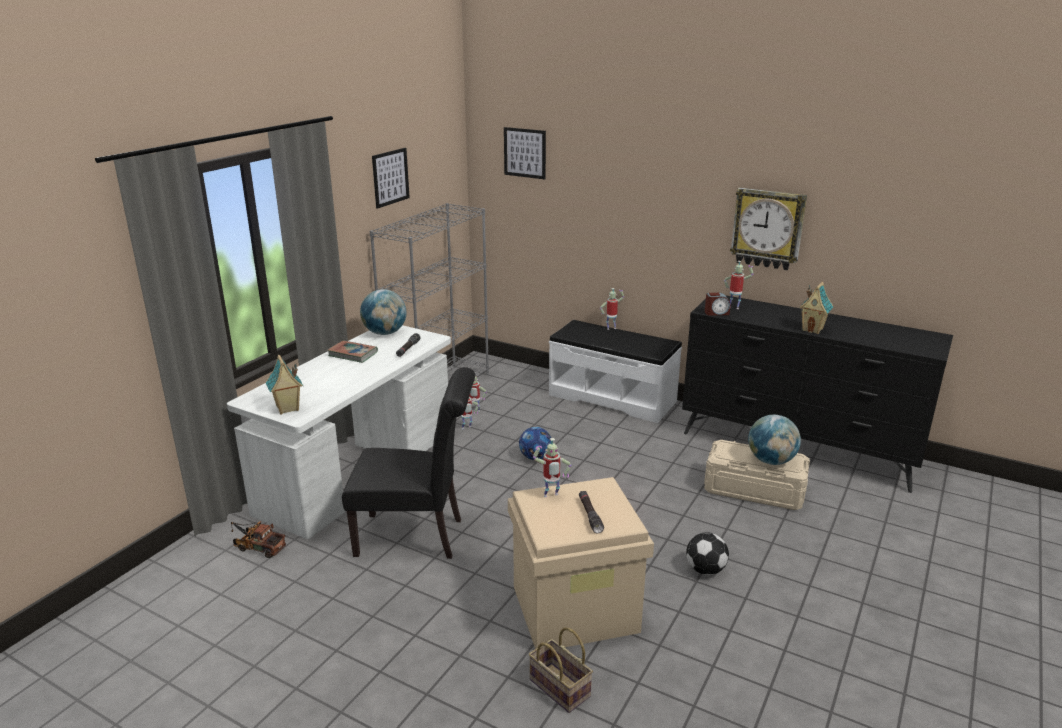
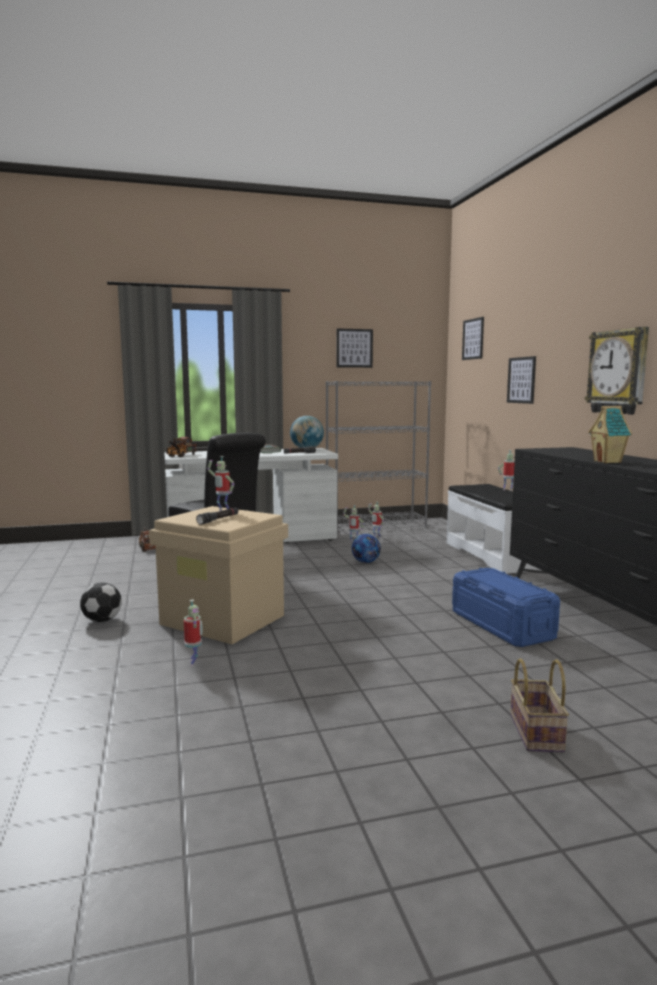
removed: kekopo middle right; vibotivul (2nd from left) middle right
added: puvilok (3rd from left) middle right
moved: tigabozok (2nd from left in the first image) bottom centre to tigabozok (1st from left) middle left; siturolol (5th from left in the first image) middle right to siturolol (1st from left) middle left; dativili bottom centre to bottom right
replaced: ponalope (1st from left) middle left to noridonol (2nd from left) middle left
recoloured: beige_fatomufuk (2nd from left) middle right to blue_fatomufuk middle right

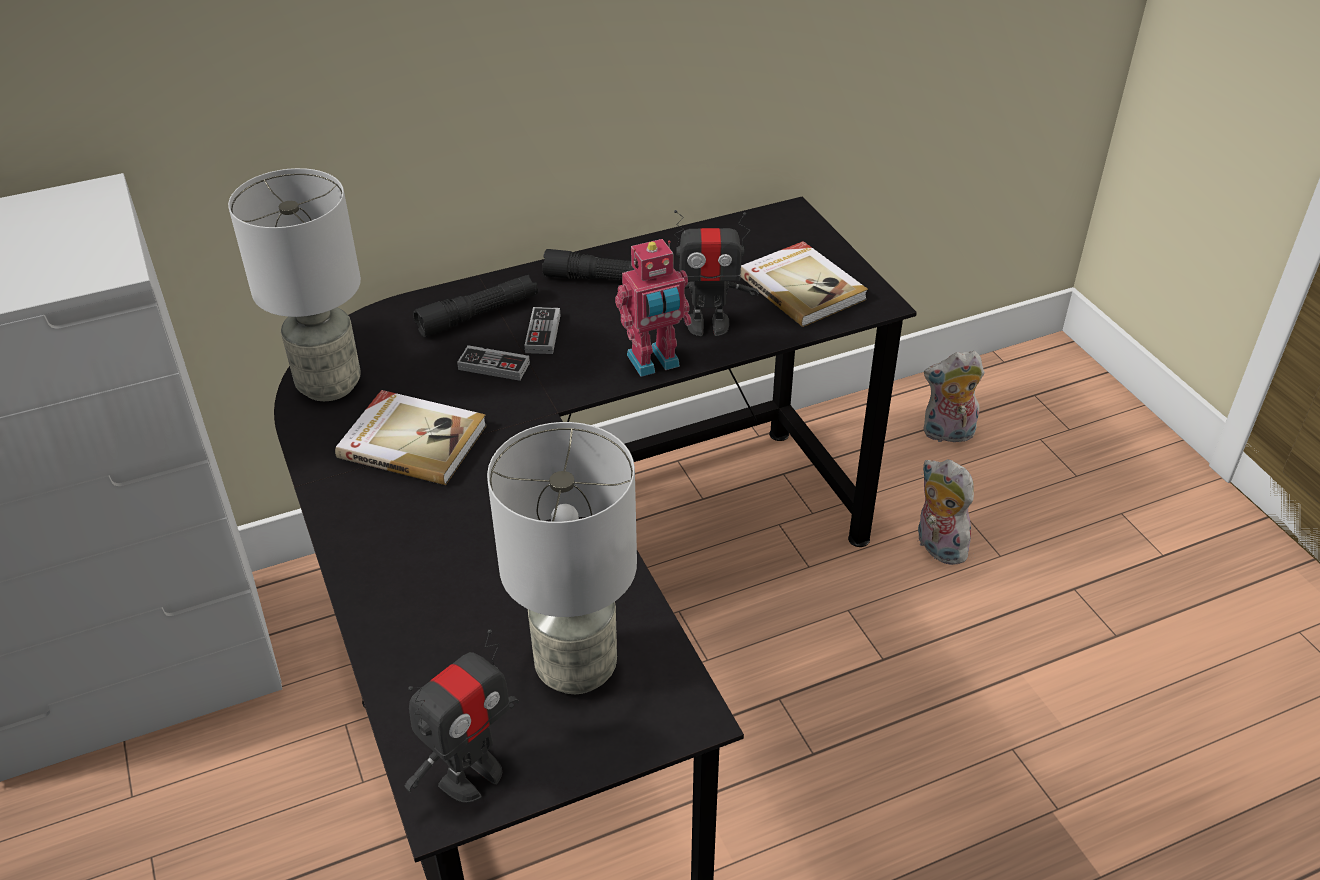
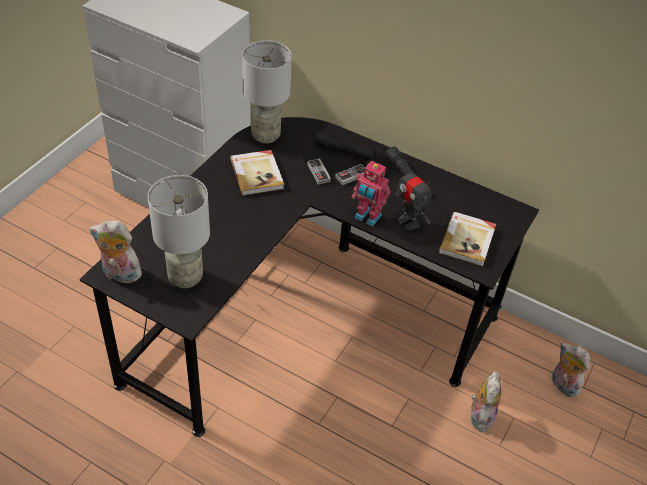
replaced: siturolol (1st from left) bottom centre to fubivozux (1st from left) middle left

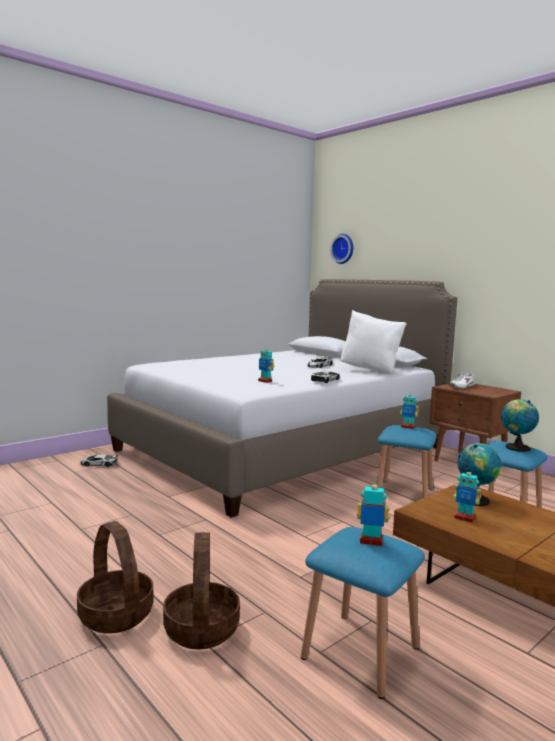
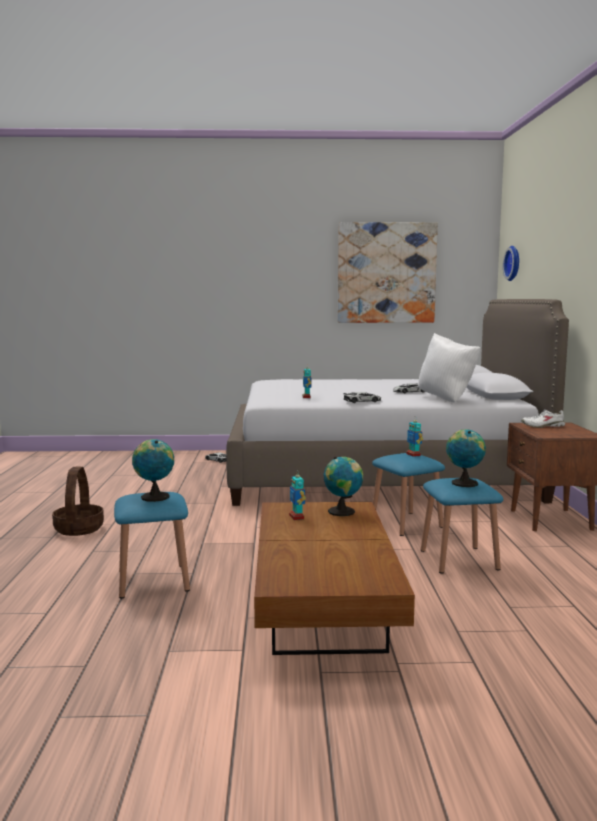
removed: dativili (2nd from left) bottom centre
added: puvilok top centre
replaced: siturolol (2nd from left) bottom right to vibotivul (1st from left) middle left

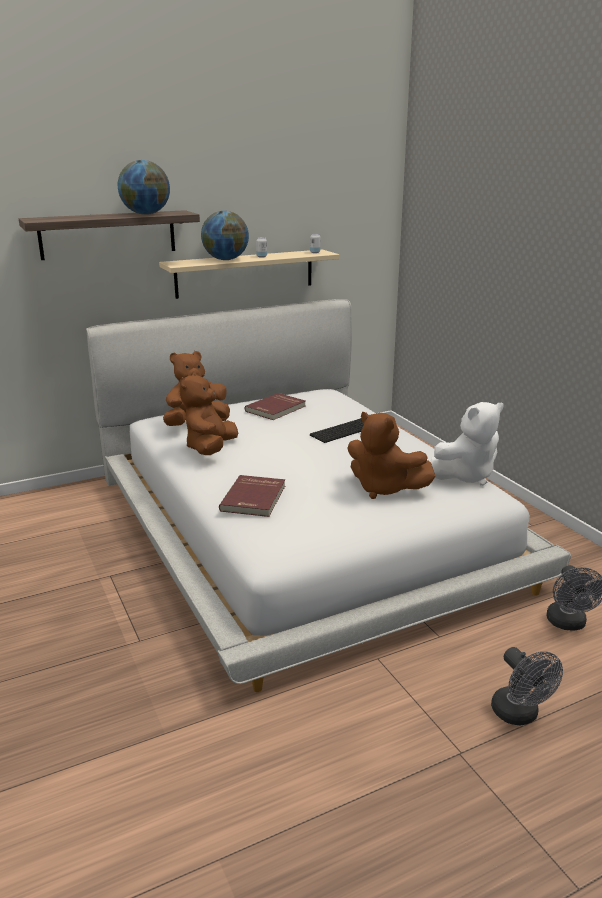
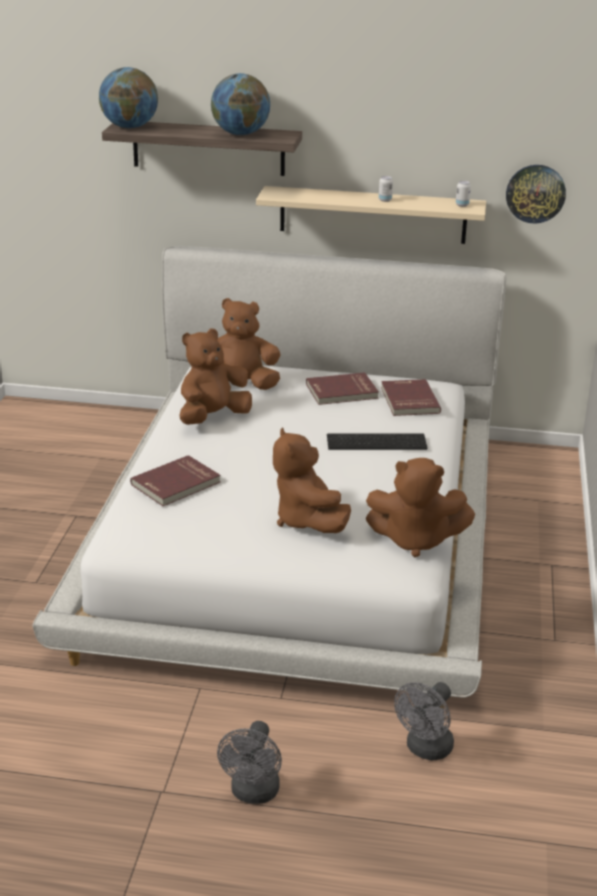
added: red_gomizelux (3rd from left) middle right; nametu top right
moved: vibotivul (2nd from left in the first image) top centre to vibotivul (1st from left) top left
recoloured: white_fubivozux middle right to brown_fubivozux (4th from left) middle right

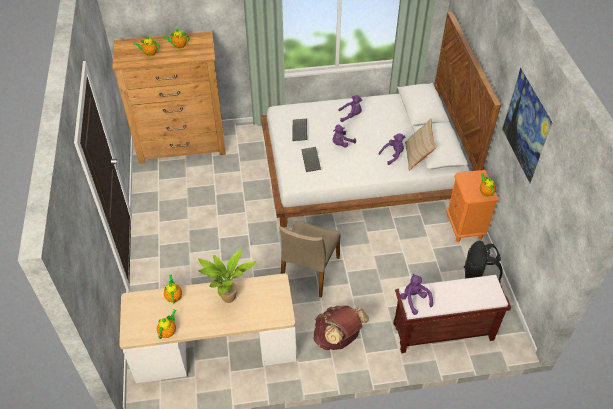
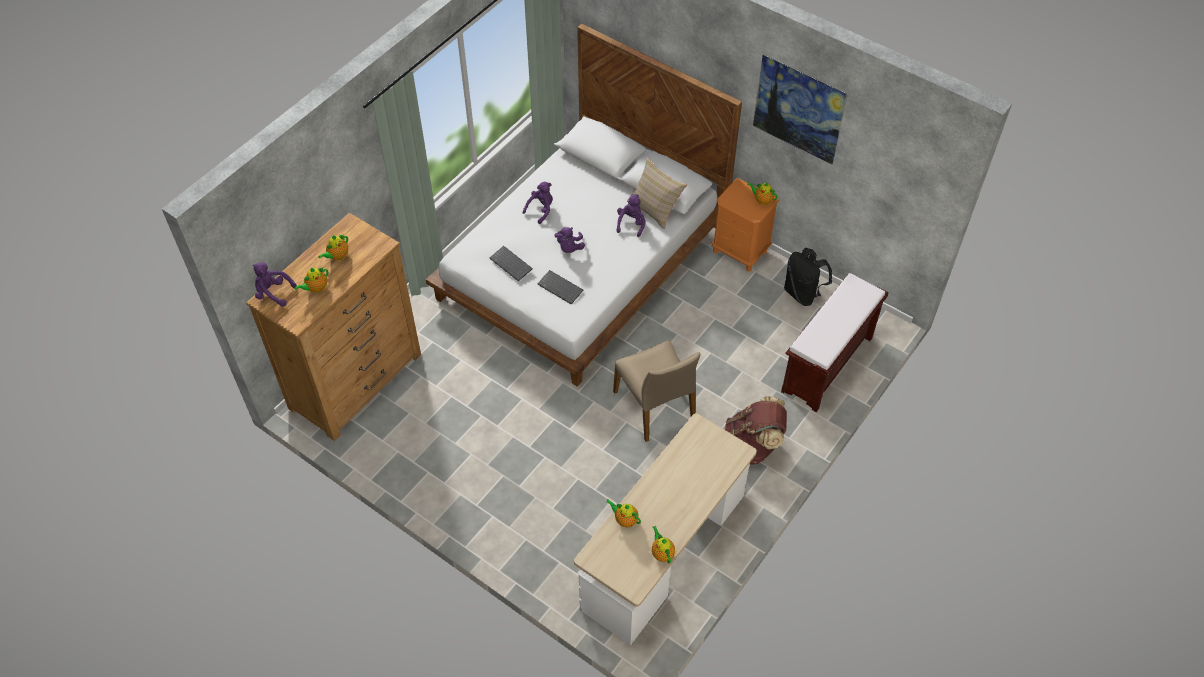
removed: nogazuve bottom centre
moved: purple_fubivozux (4th from left in the first image) bottom right to purple_fubivozux (1st from left) middle left

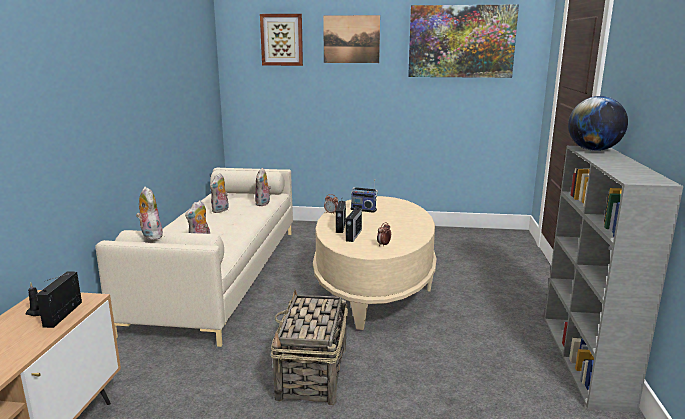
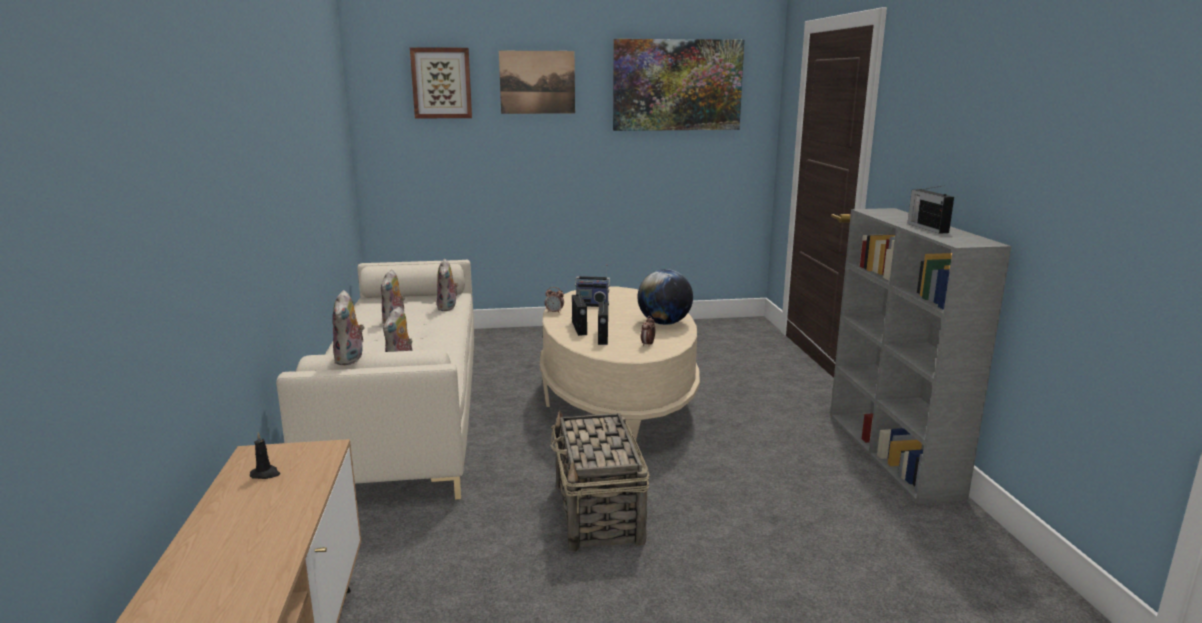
moved: vibotivul top right to centre; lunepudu (1st from left in the first image) bottom left to lunepudu (4th from left) middle right
turned: fubivozux (1st from left) middle left = middle left 135 degrees counterclockwise

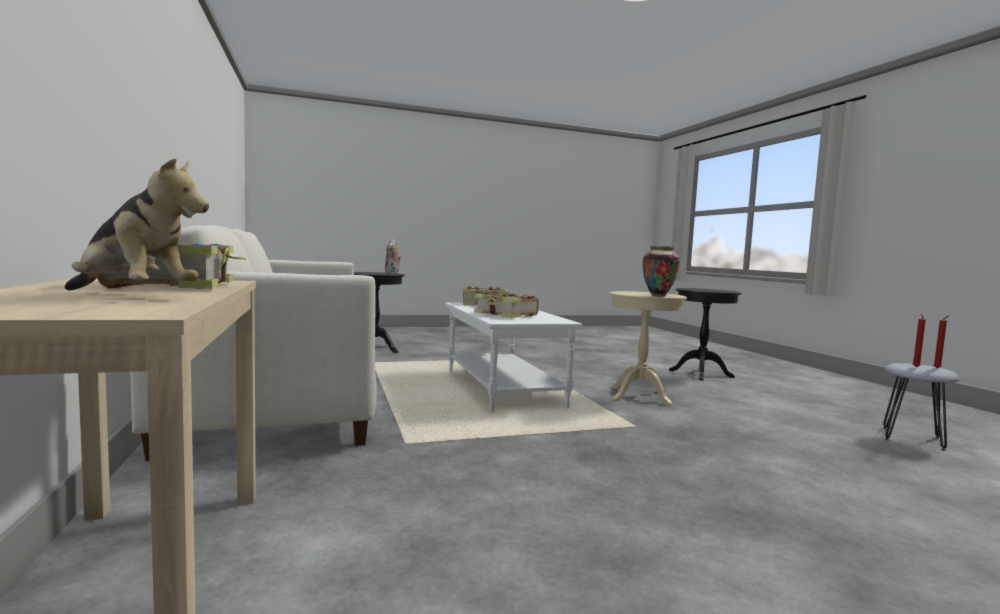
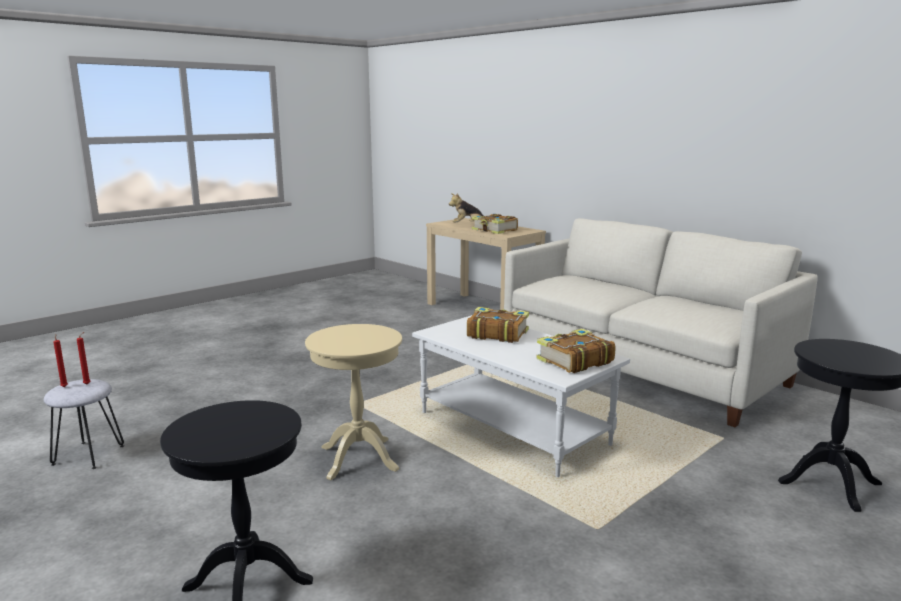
removed: fubivozux (2nd from left) centre; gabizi centre

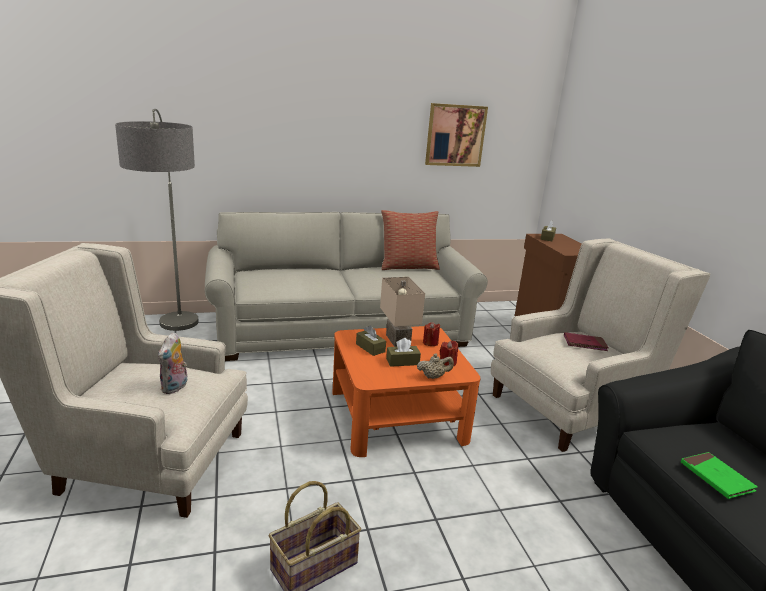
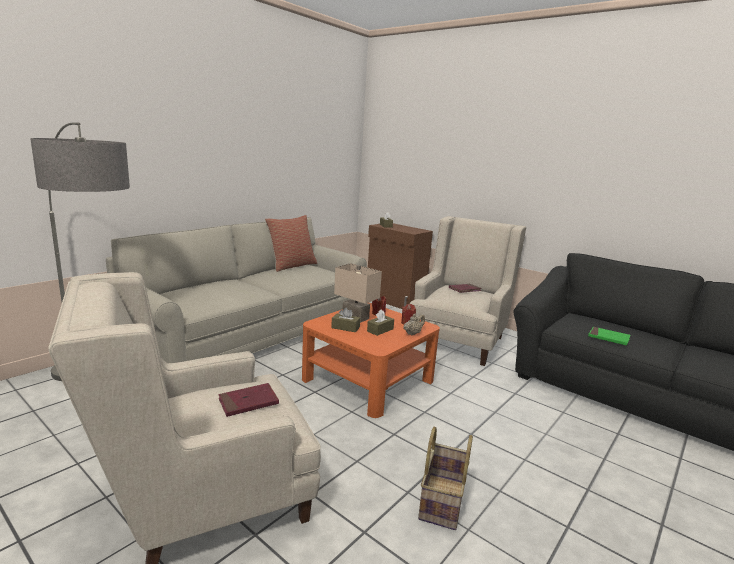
removed: puvilok top centre
replaced: fubivozux middle left to red_gomizelux (1st from left) bottom centre

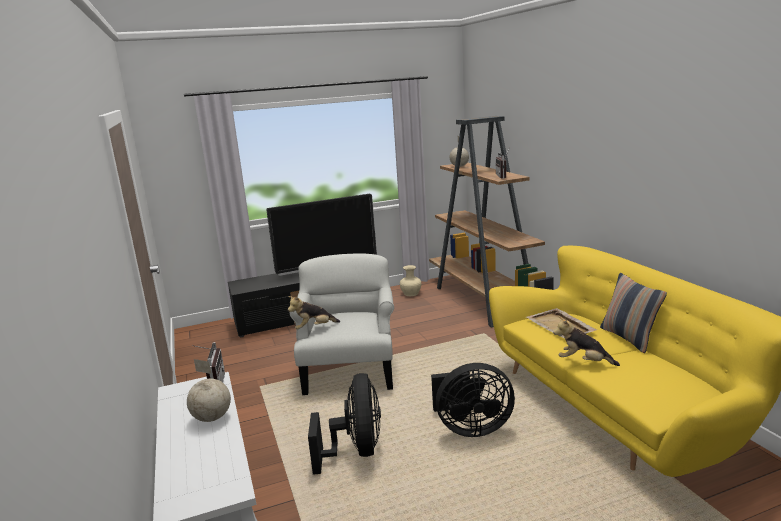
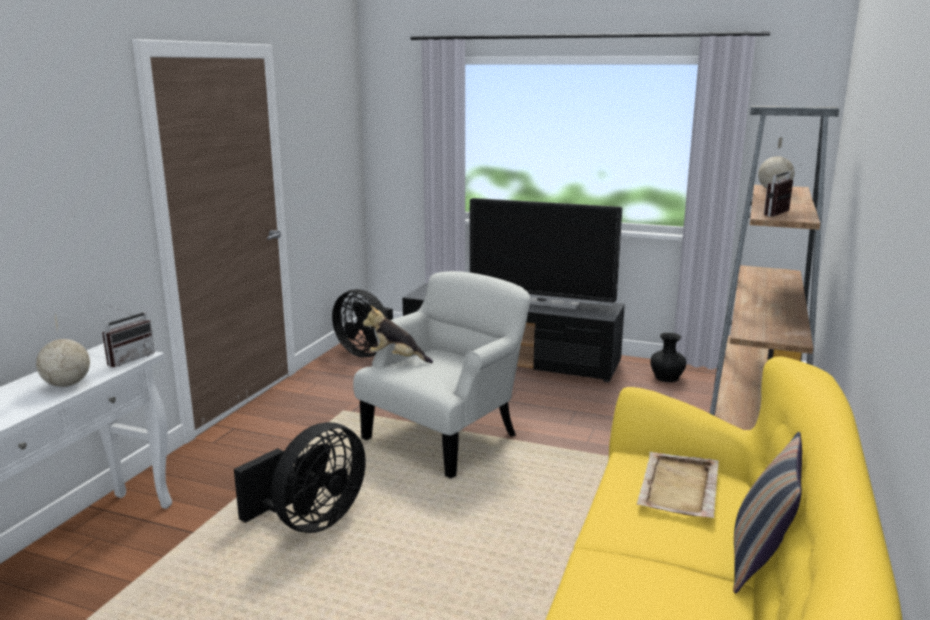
removed: fubivozux (2nd from left) middle right
moved: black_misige (2nd from left) bottom centre to centre
recoloured: beige_gabizi centre to black_gabizi middle right

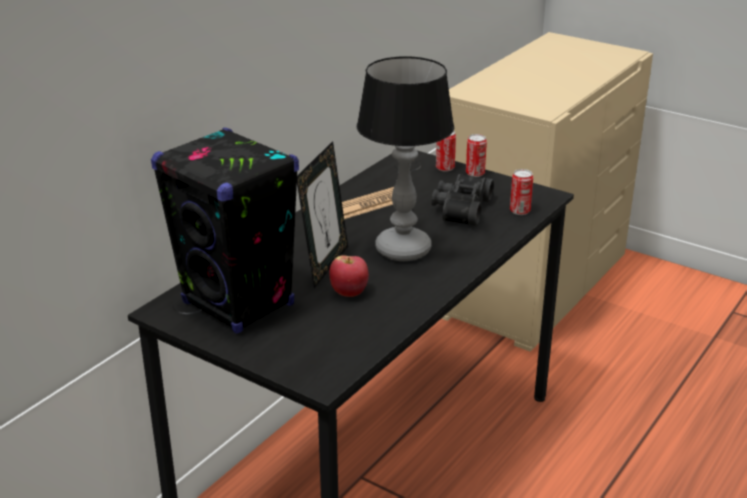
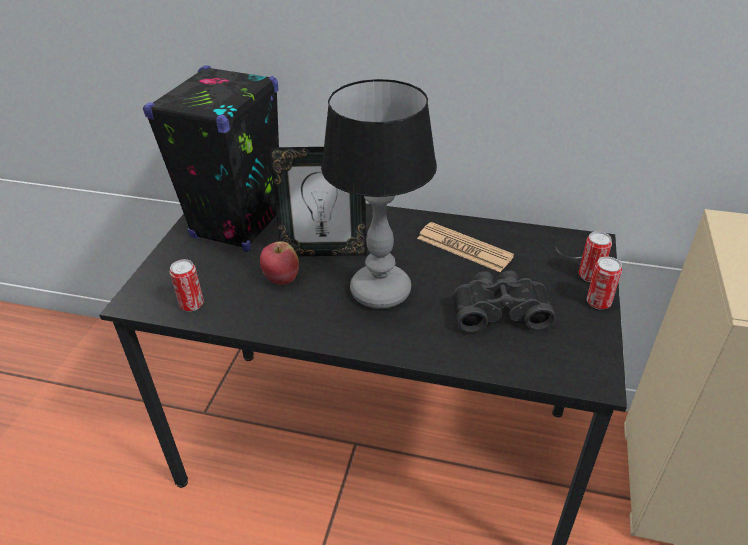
moved: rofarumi (3rd from left in the first image) middle right to rofarumi (1st from left) middle left

